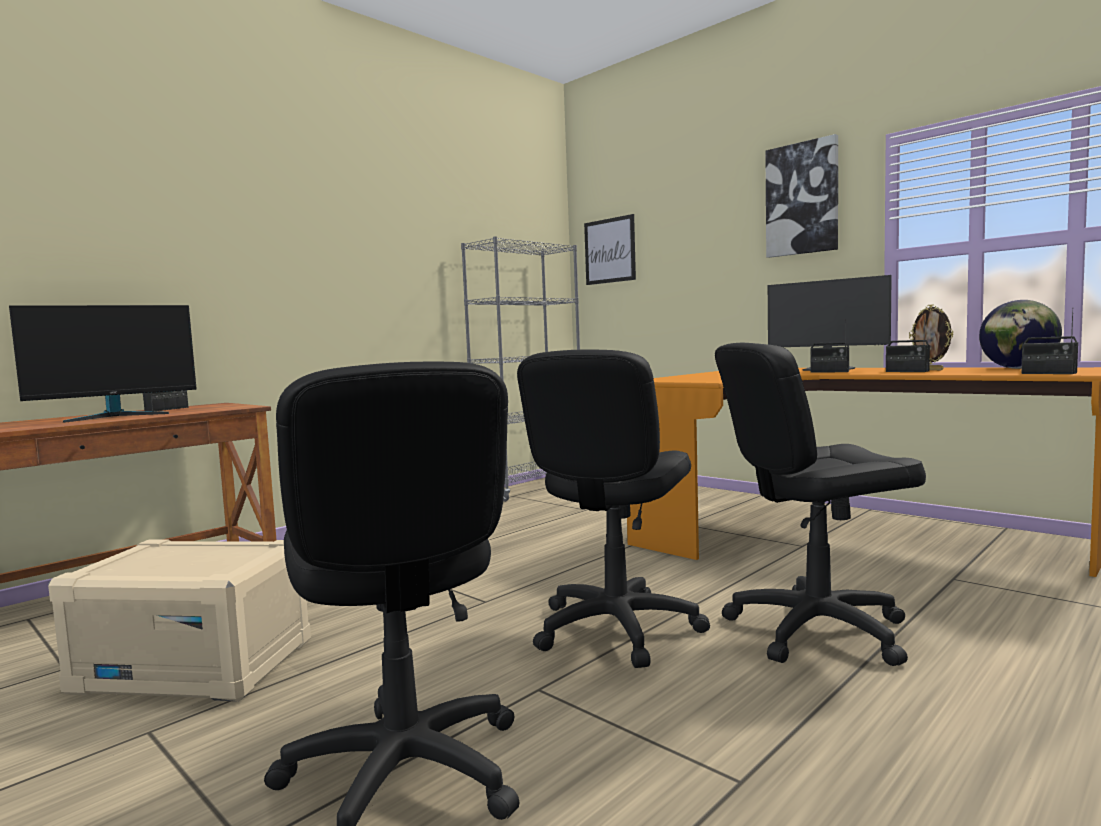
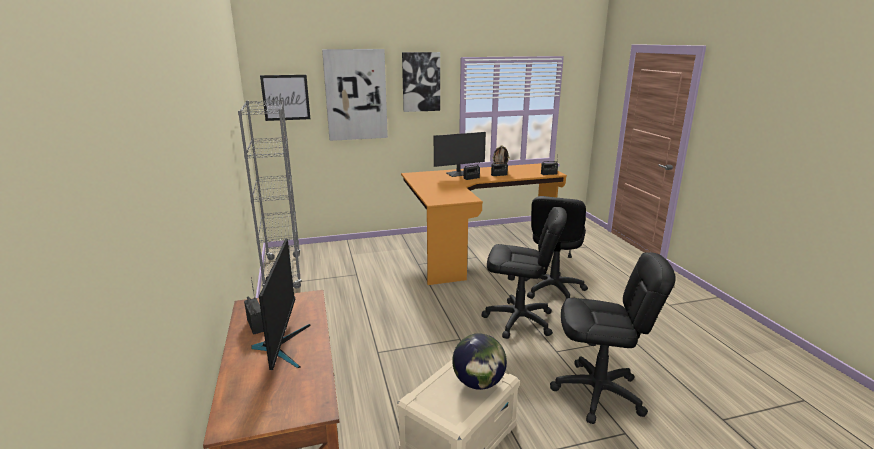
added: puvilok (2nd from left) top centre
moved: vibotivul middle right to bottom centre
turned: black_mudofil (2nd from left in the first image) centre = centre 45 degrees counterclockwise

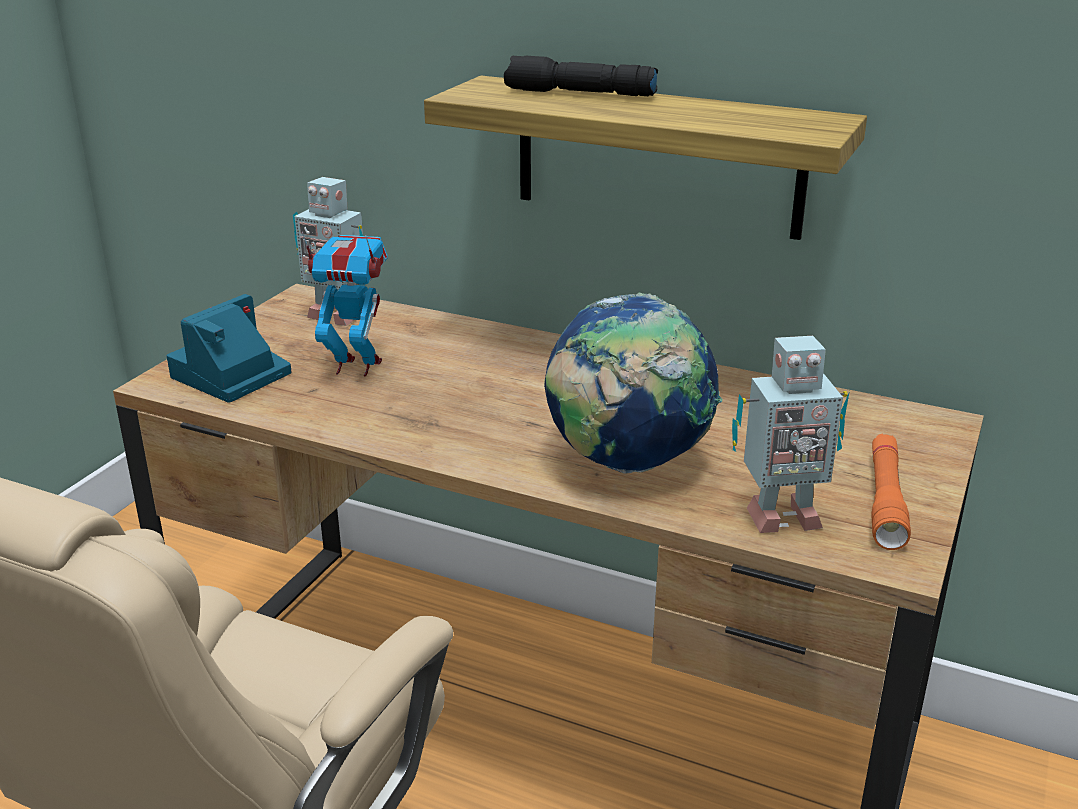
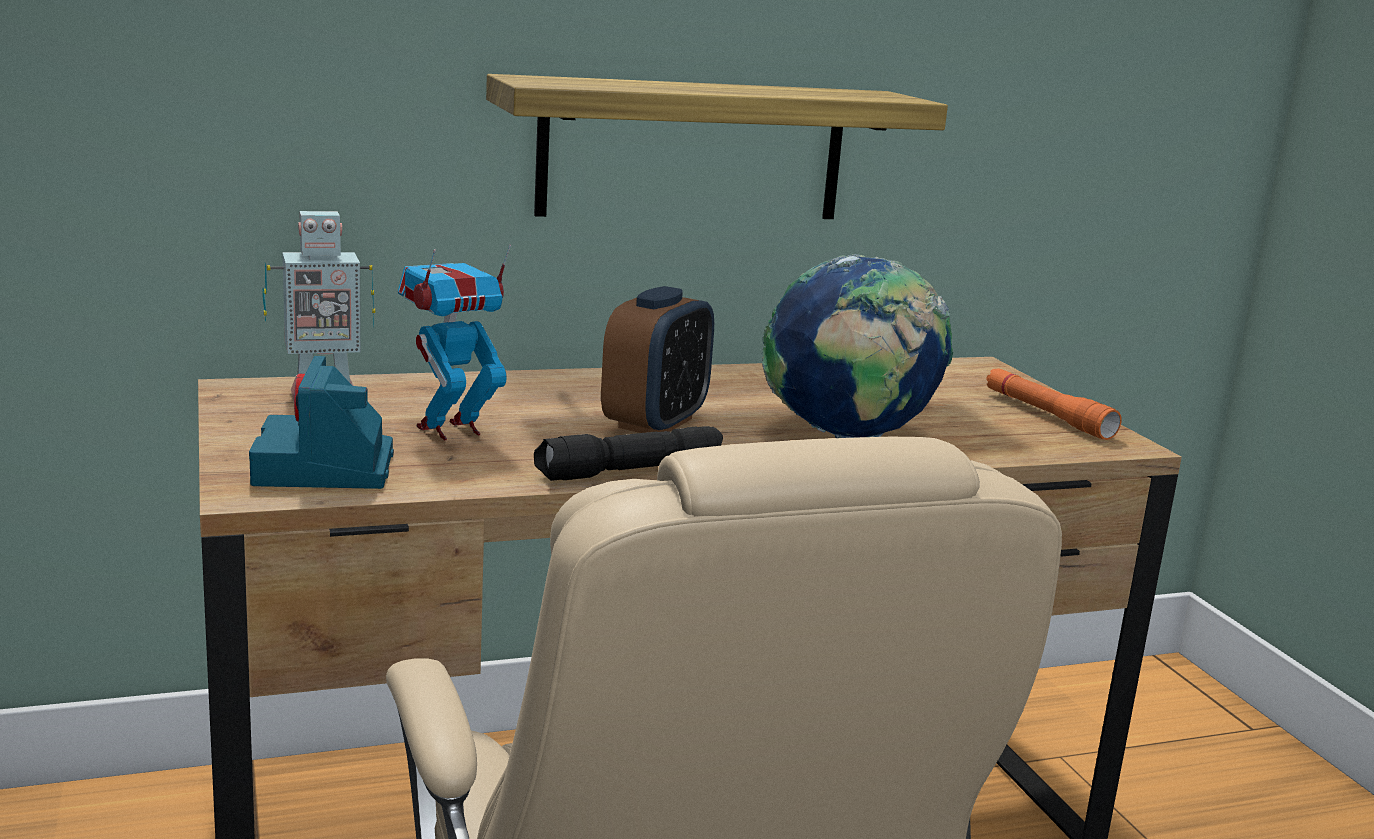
removed: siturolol (3rd from left) middle right
added: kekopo centre
moved: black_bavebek top centre to centre

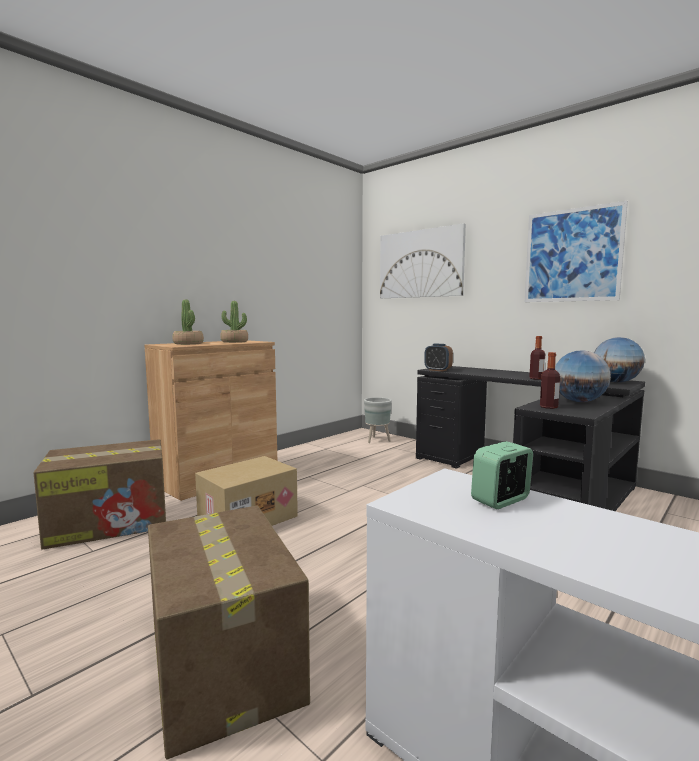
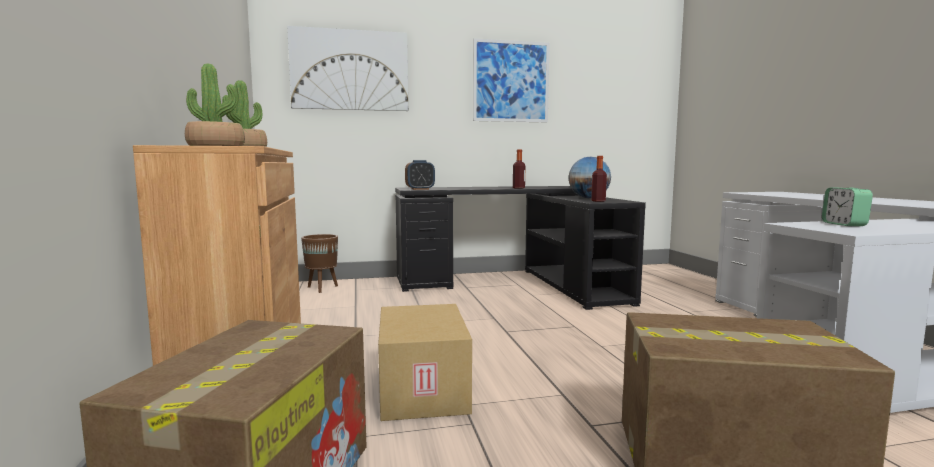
removed: vibotivul (2nd from left) middle right
recoloured: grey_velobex centre to brown_velobex centre

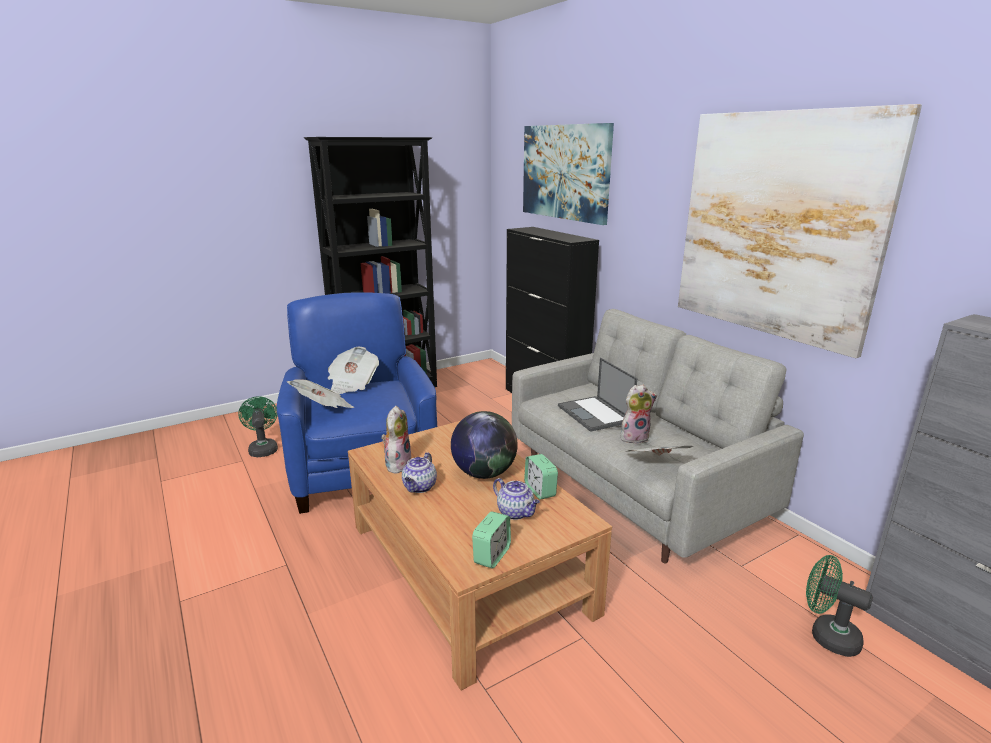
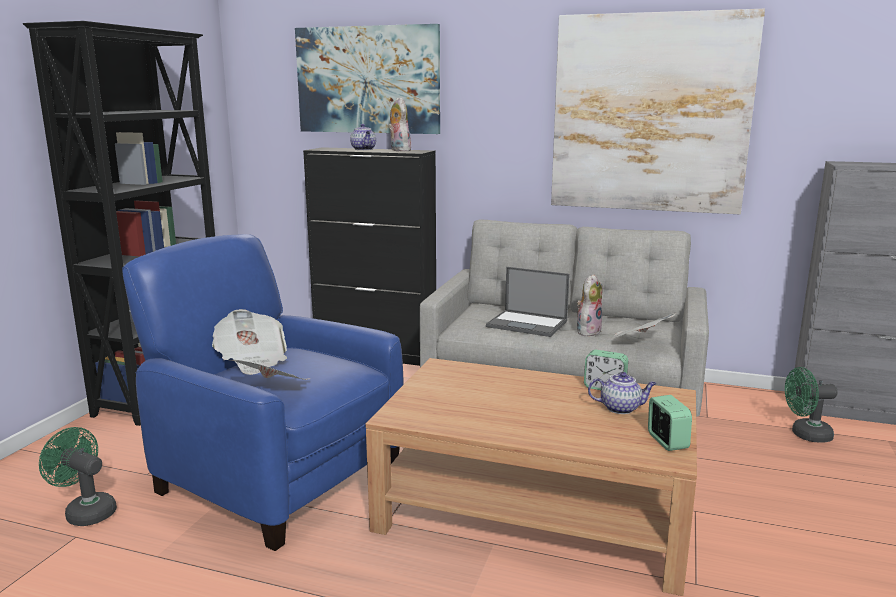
removed: vibotivul centre
moved: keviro (1st from left) centre to top centre; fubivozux (1st from left) centre to top centre

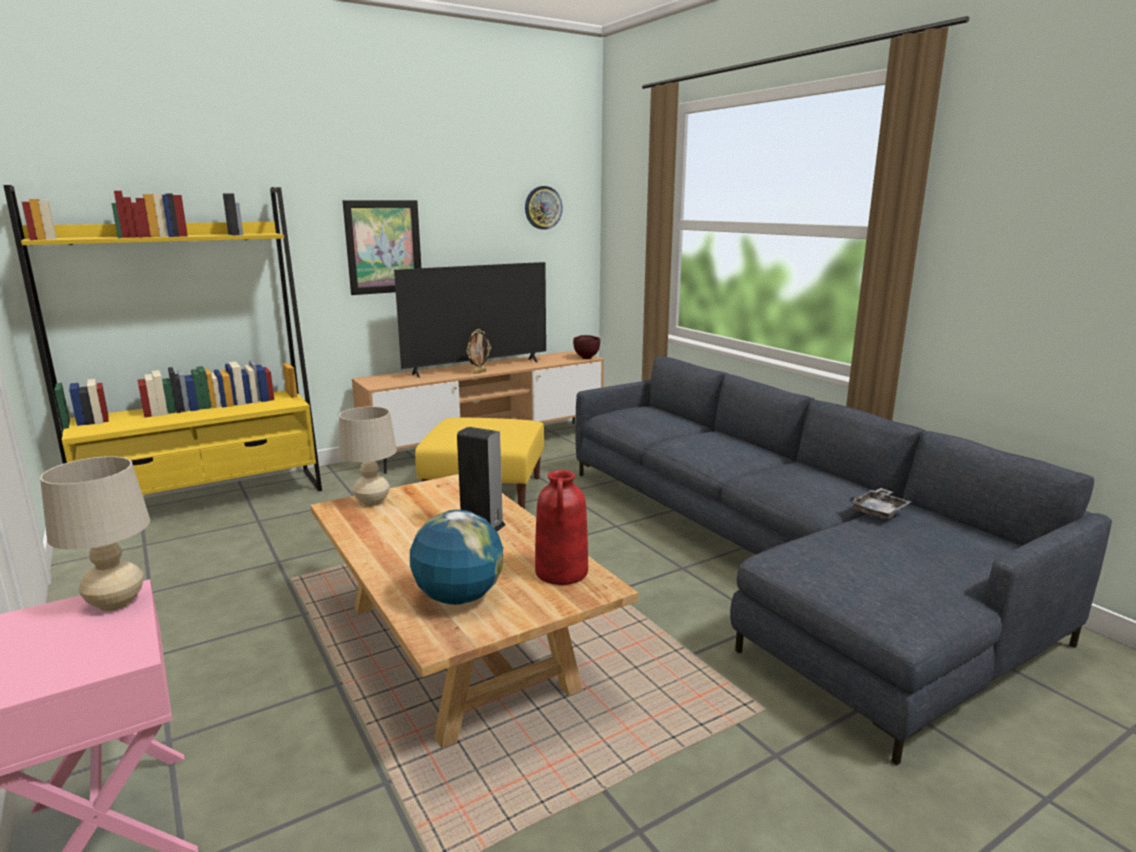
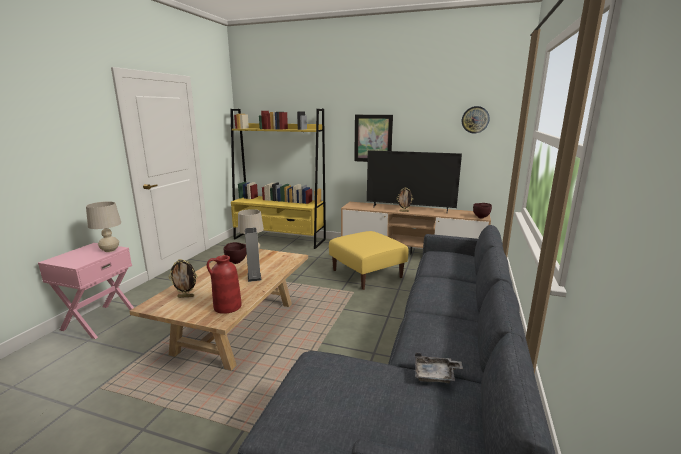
added: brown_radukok (1st from left) centre
replaced: vibotivul centre to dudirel (1st from left) middle left

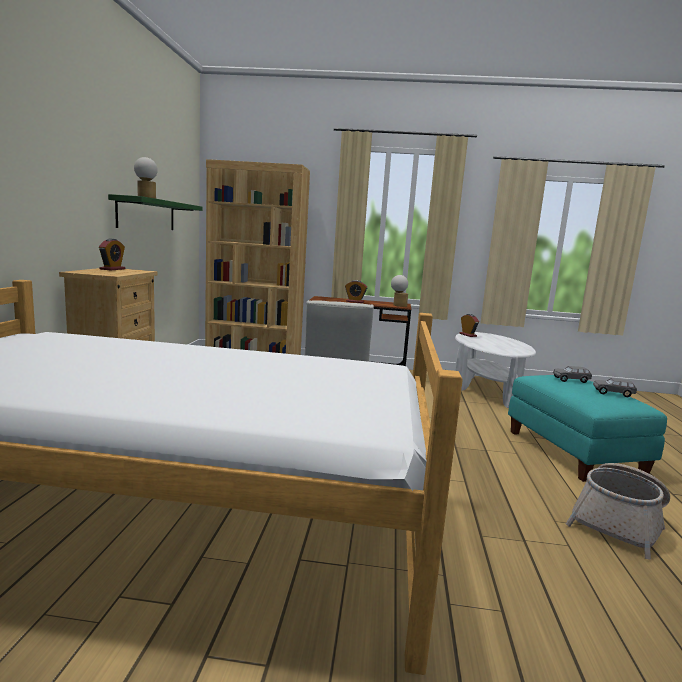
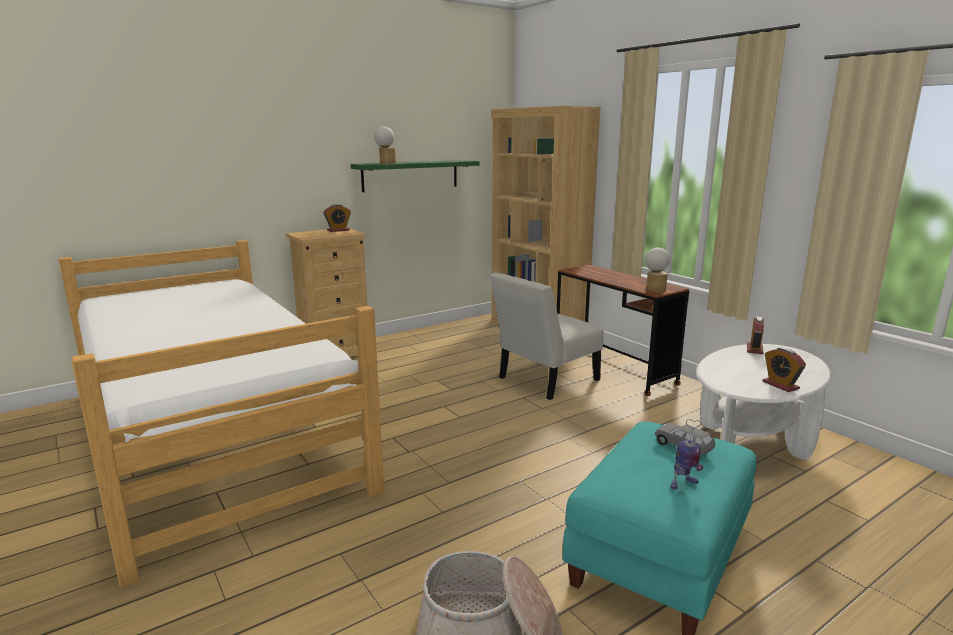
moved: kekopo (2nd from left in the first image) centre to kekopo (3rd from left) middle right
replaced: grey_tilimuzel (2nd from left) middle right to siturolol bottom right

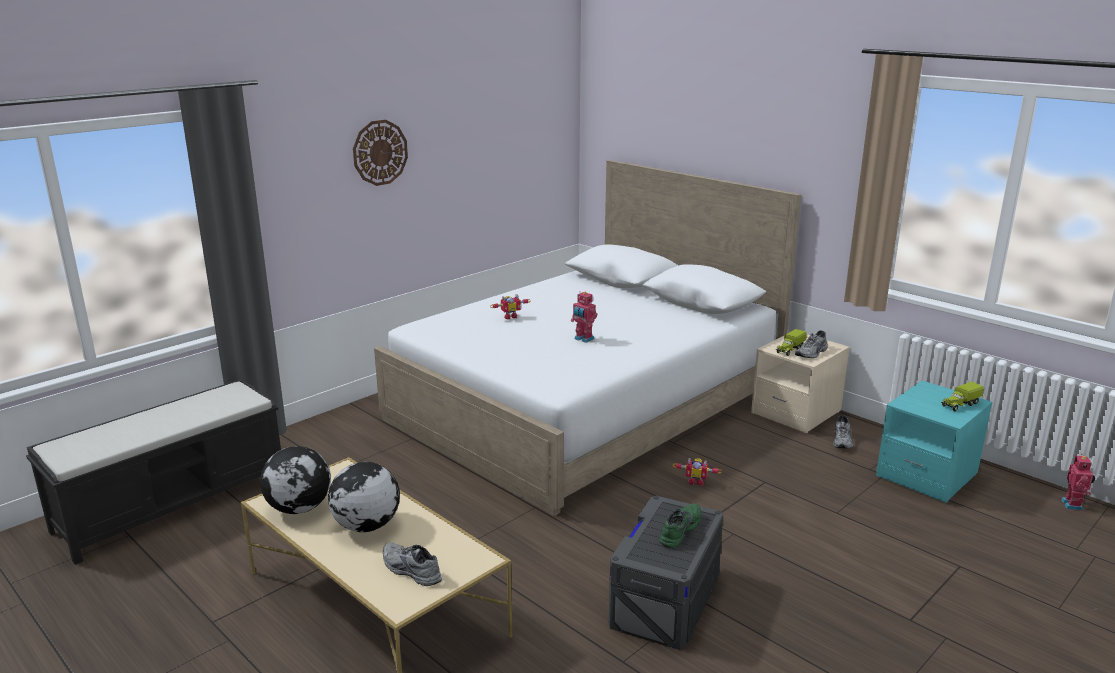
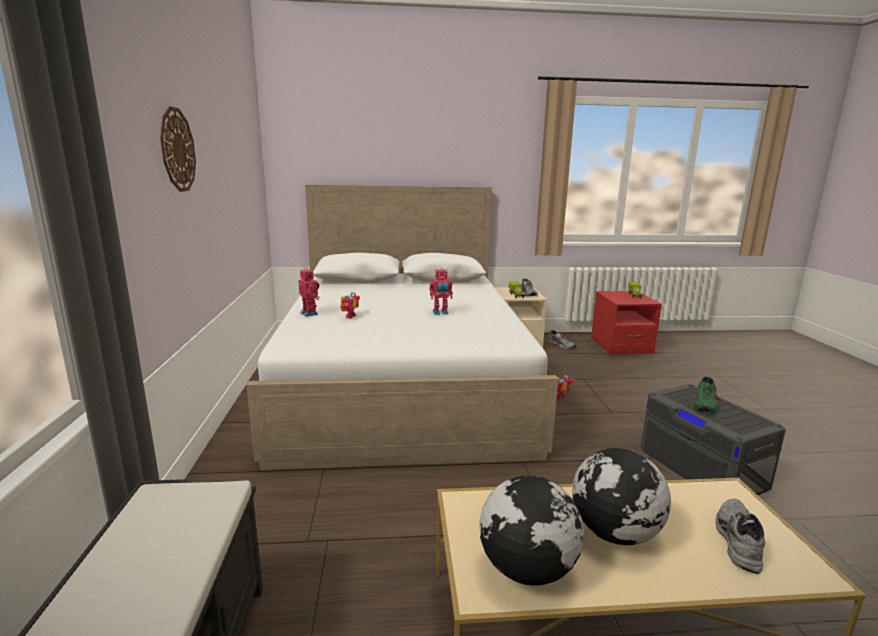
moved: siturolol (4th from left in the first image) bottom right to siturolol (1st from left) centre
recoloured: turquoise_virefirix middle right to red_virefirix middle right
turned: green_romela bottom centre = middle right 135 degrees counterclockwise; grey_romela (1st from left in the first image) bottom centre = bottom right 120 degrees clockwise

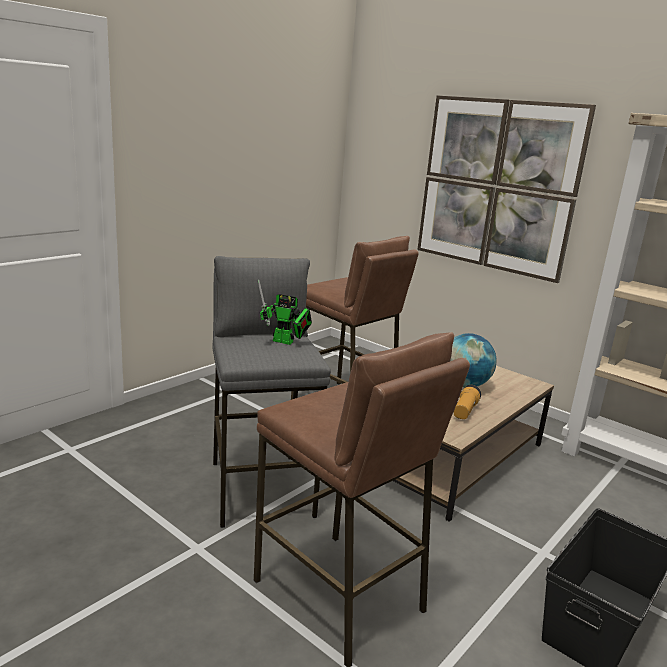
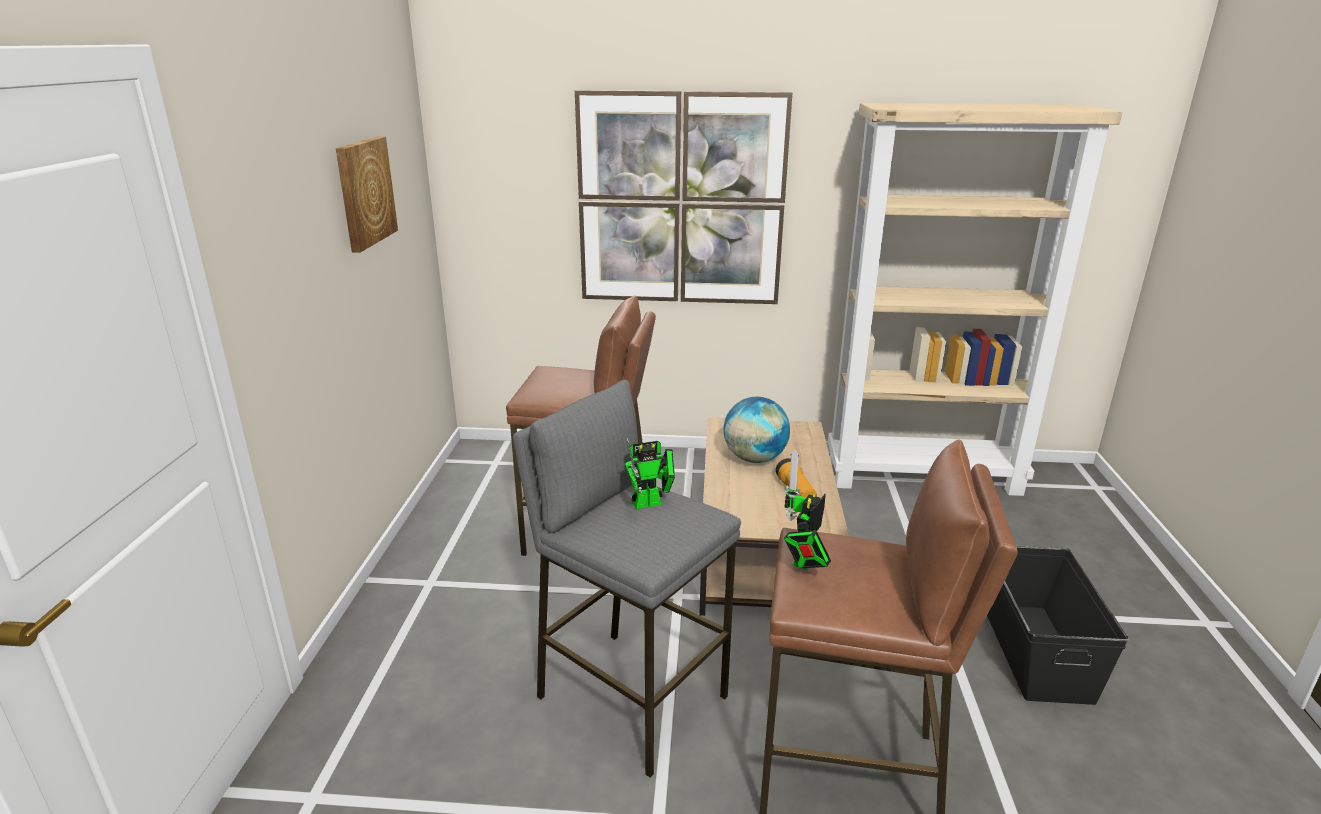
added: puvilok (1st from left) top left; siturolol (2nd from left) centre

